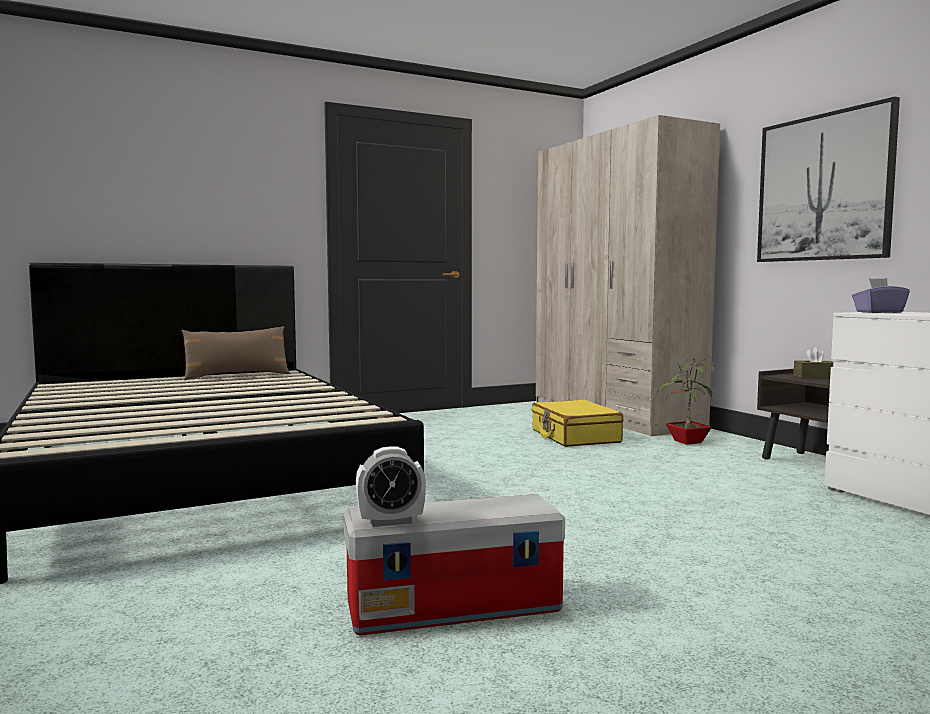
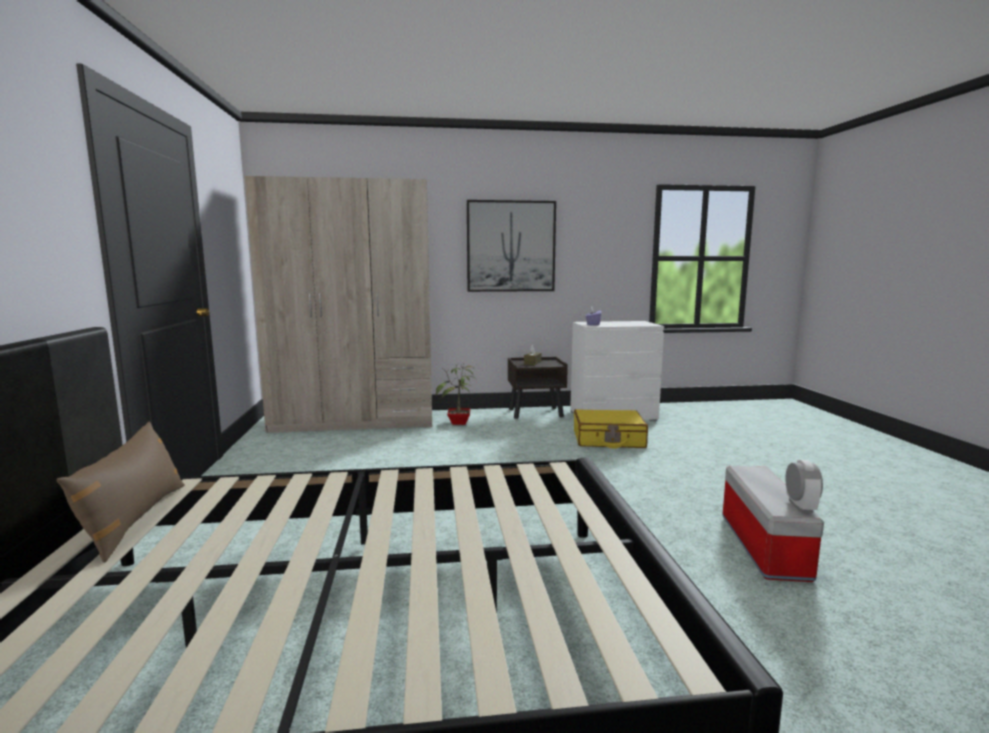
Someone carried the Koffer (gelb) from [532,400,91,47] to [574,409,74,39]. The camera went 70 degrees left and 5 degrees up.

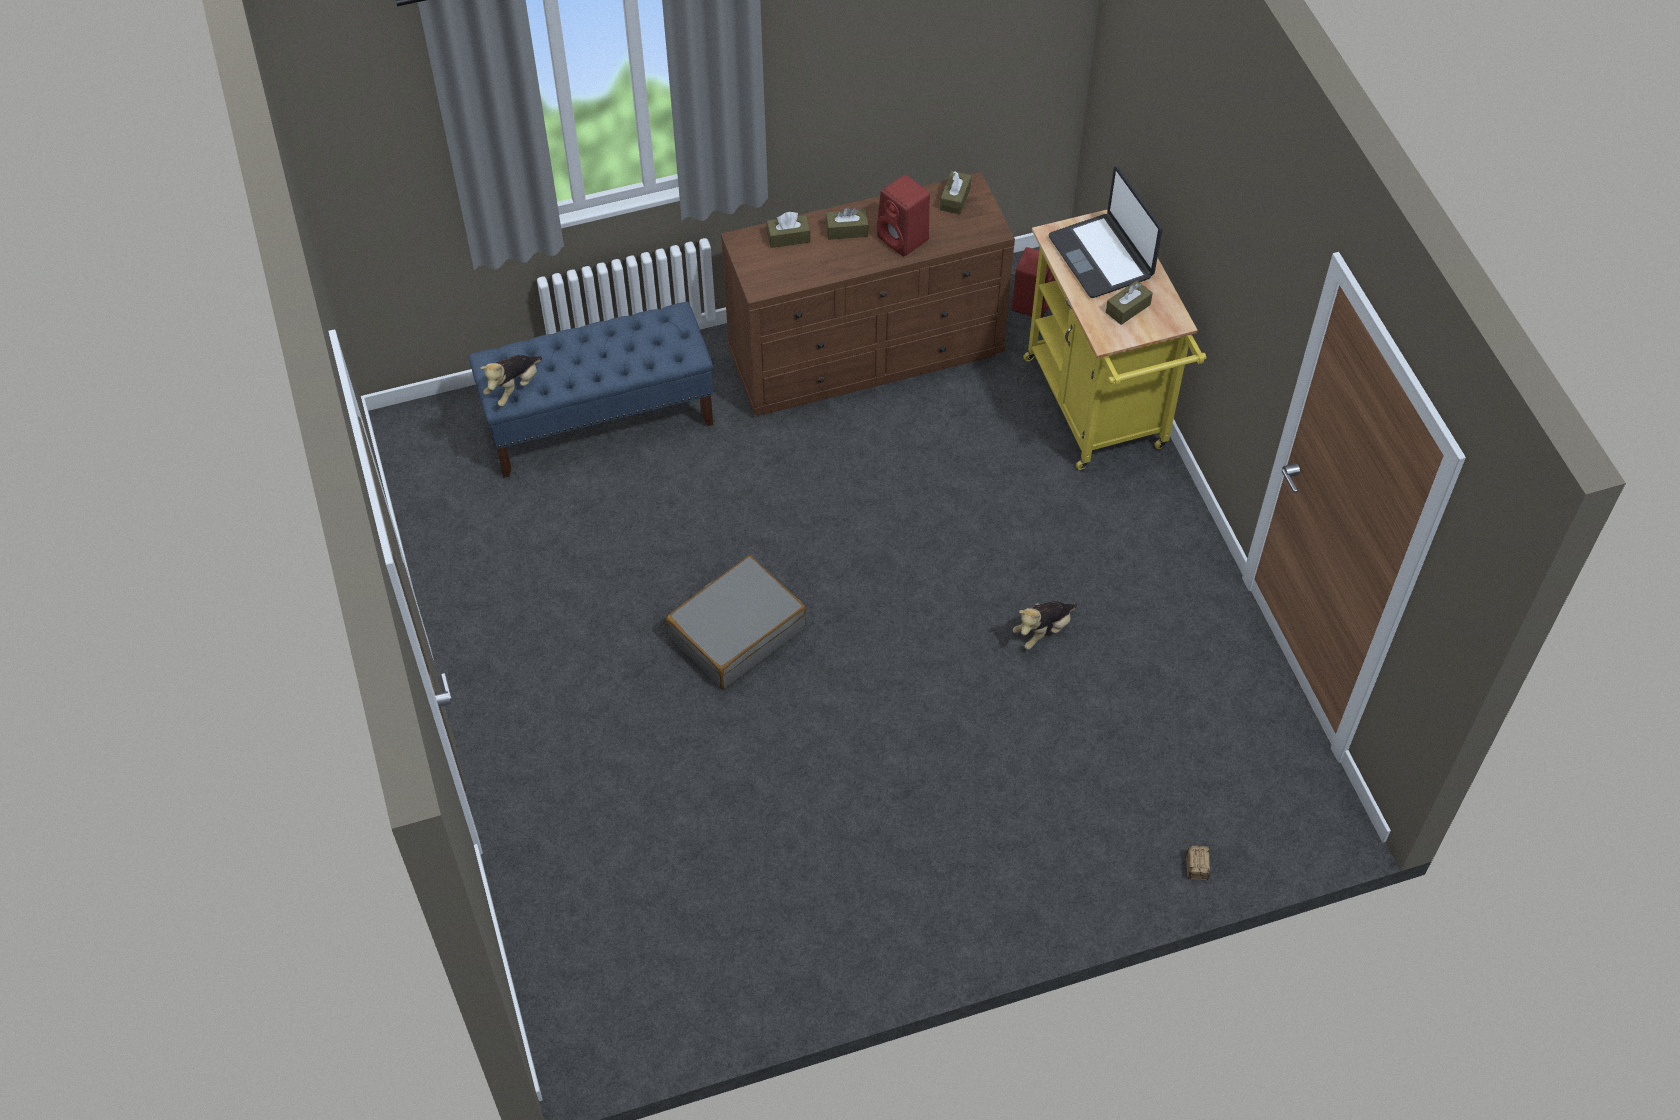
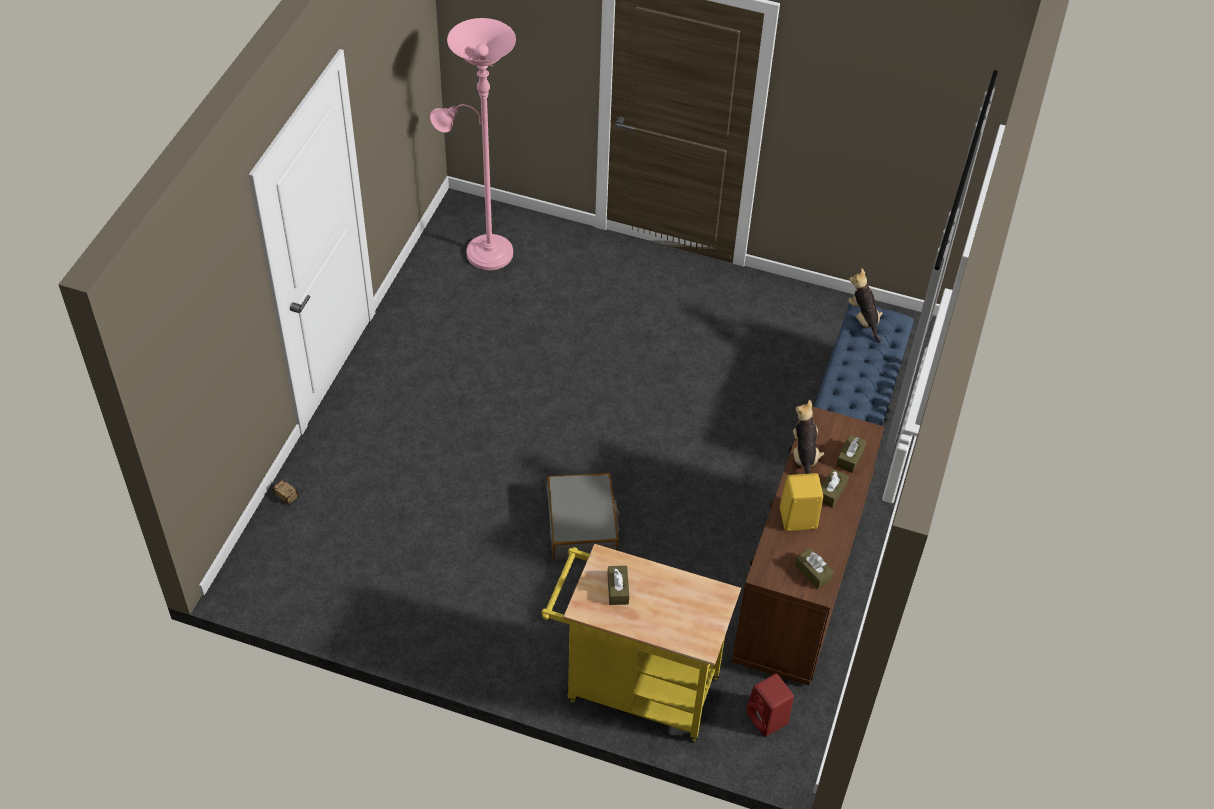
Someone carried the Koffer (grau) from [666,556,140,134] to [547,473,73,87]. Someone repainted the Lautsprecher (rot) at [877,175,53,81], which became the Lautsprecher (gelb) at [780,473,43,58]. Someone carried the Plüschtier from [1013,601,64,49] to [793,400,31,74]. Someone took away the Laptop at [1049,166,113,132]. Someone put down the Stehlampe (rosa) at [430,18,86,252]. The camera went 125 degrees right and 5 degrees down.

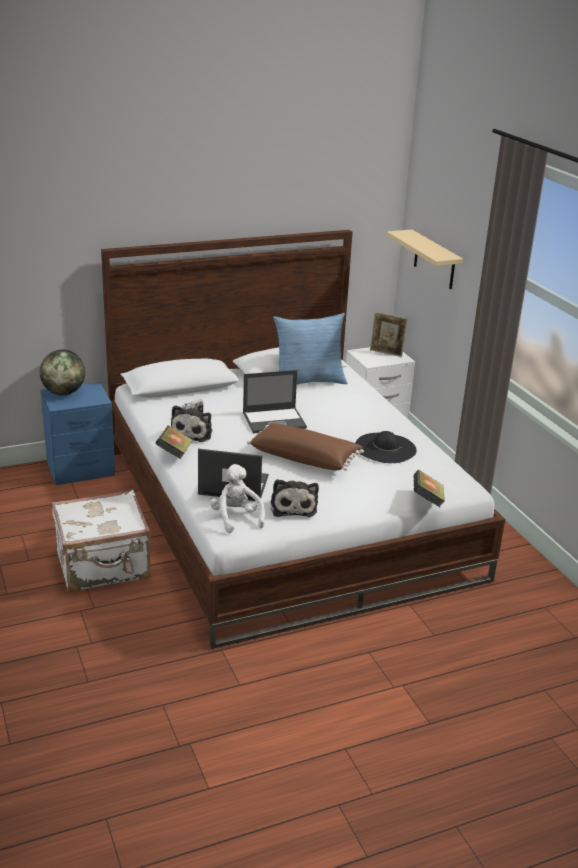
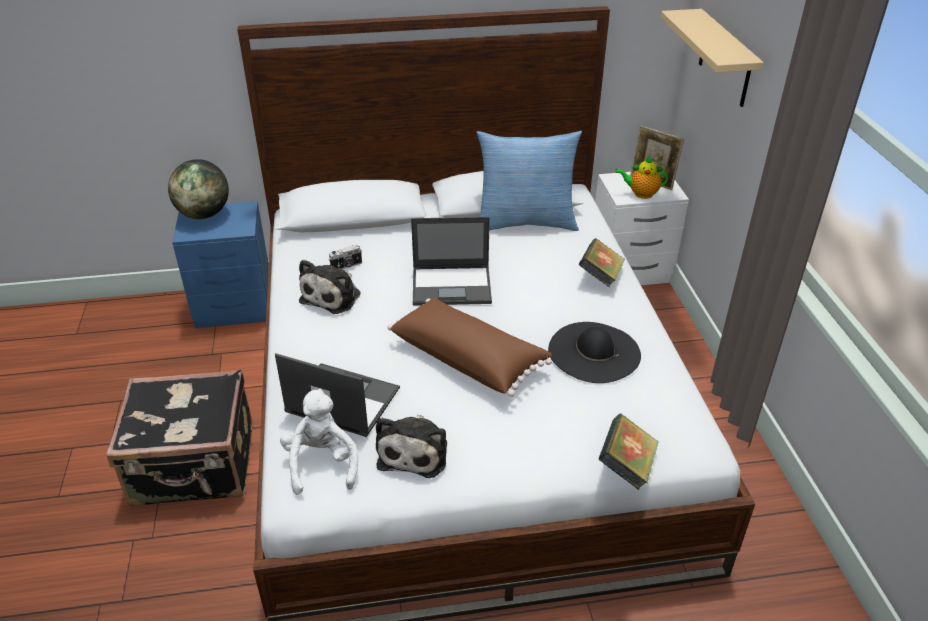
Someone repainted the Koffer (weiß) at [52,490,99,102], which became the Koffer (schwarz) at [106,370,147,137]. Someone carried the Buch from [155,426,38,33] to [579,238,46,49]. Someone put down the Teekanne at [615,156,53,43]. The camera went 15 degrees right and 10 degrees up.

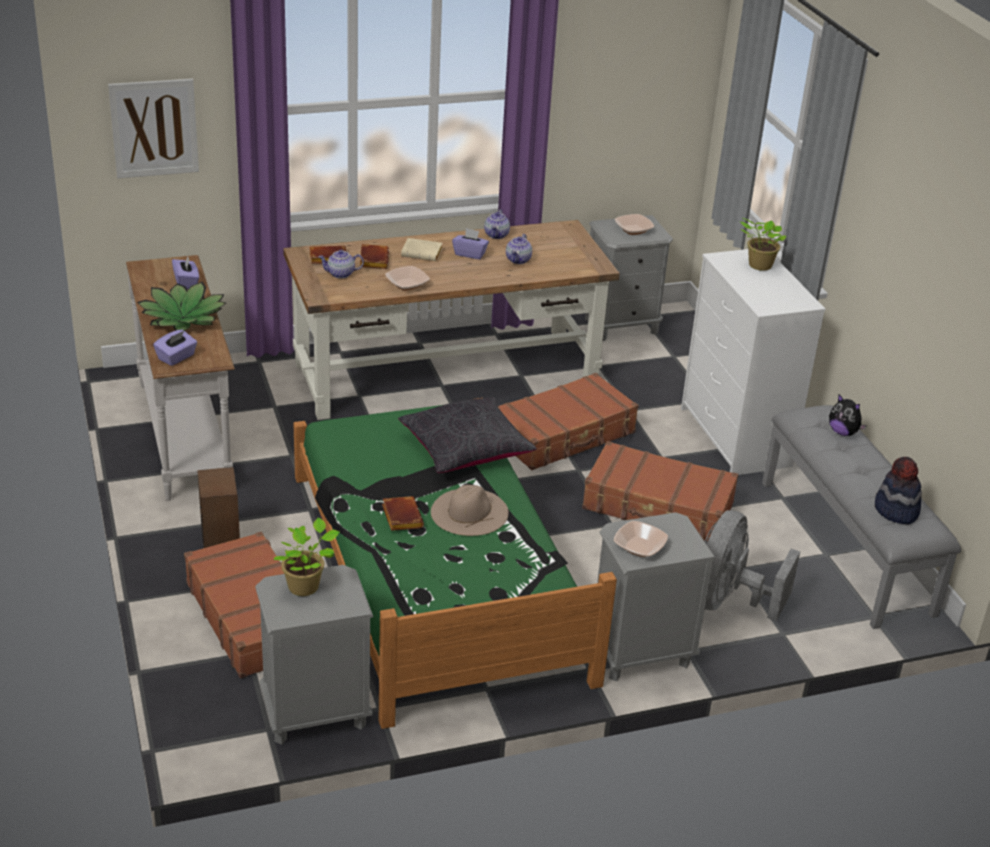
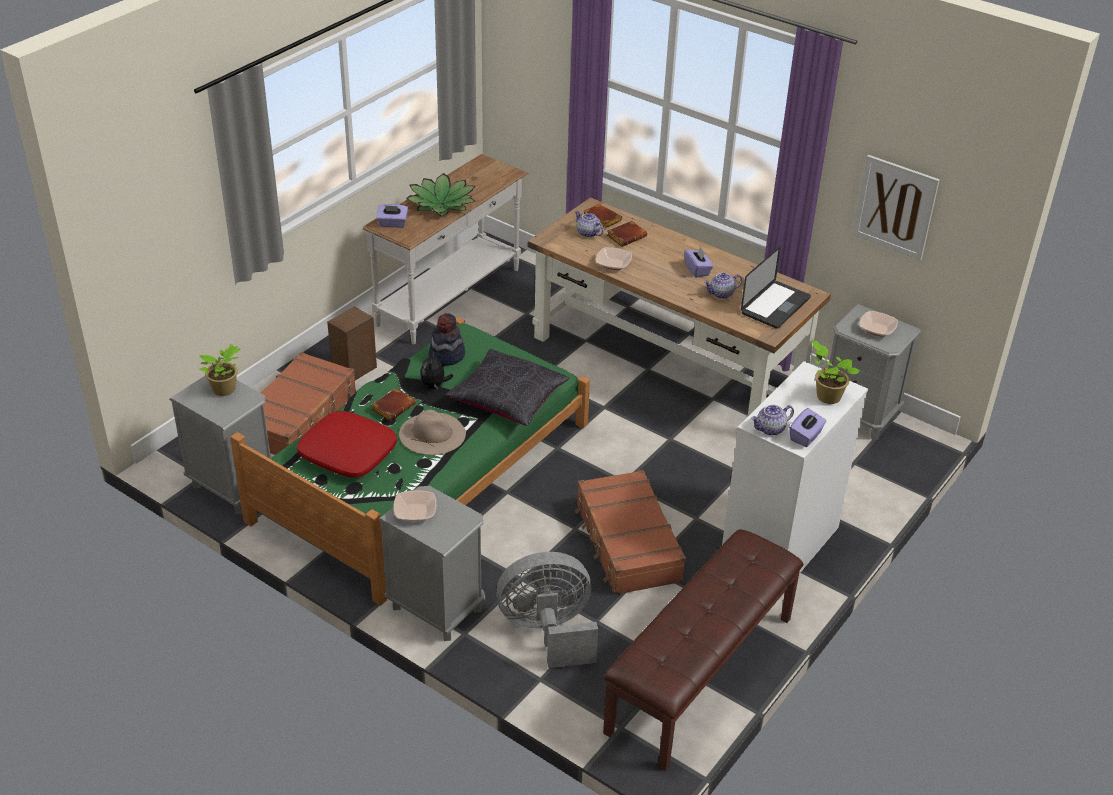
Someone carried the Bild from [108,79,91,100] to [852,155,88,106]. Someone carried the Taschentuchbox (lila) from [172,256,27,33] to [789,408,37,39]. Someone took away the Buch (beige) at [401,238,42,23]. Someone carried the Teekanne from [484,209,26,30] to [751,405,43,31]. Someone took away the Koffer (braun) at [498,373,141,97]. Someone repainted the Bank (grau) at [762,405,199,224], which became the Bank (braun) at [603,529,200,242]. Someone carried the Plüschtier from [829,394,38,42] to [420,351,33,38]. Someone carried the Hut from [875,457,47,67] to [429,313,36,53]. Someone put down the Kissen (rot) at [297,411,100,67]. Someone put down the Laptop at [741,246,70,83]. The camera went 55 degrees right and 5 degrees up.

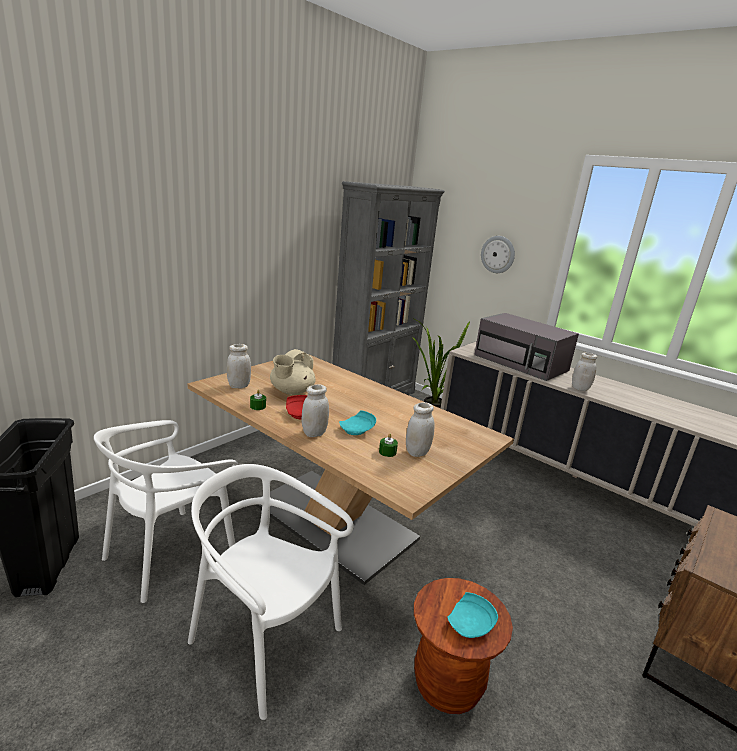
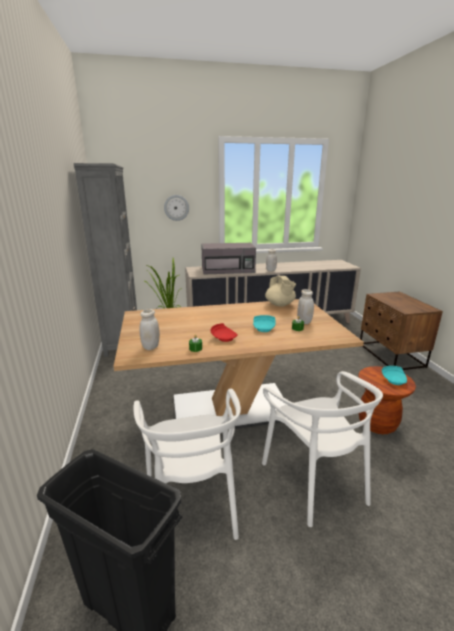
Someone rotated the Stuhl (weiß) at [188,464,165,256] by 90 degrees counterclockwise. Someone carried the Teekanne (beige) from [270,349,45,46] to [265,276,31,30]. Someone took away the Vorratsglas (weiß) at [302,384,27,53]. The camera went 50 degrees left and 0 degrees up.

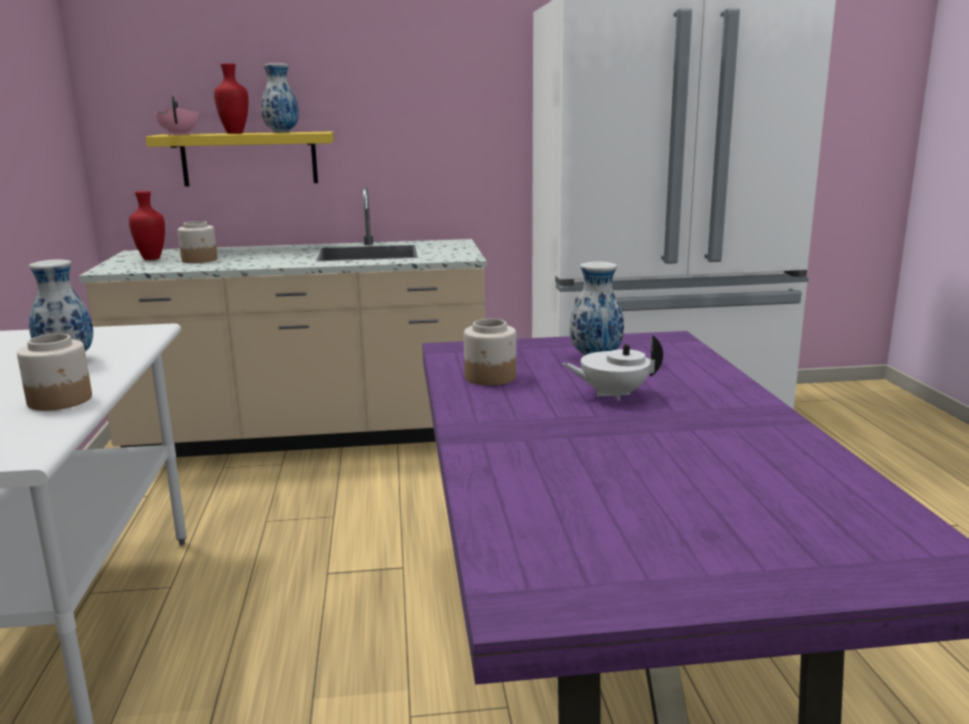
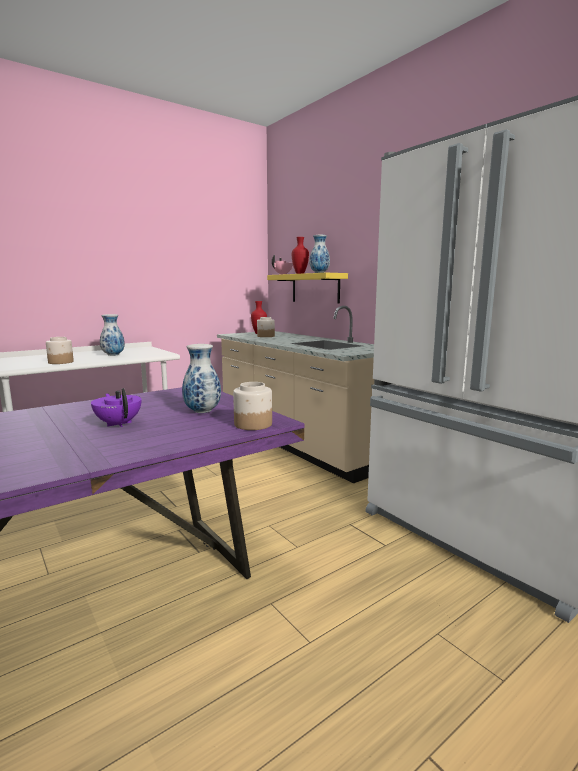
Someone carried the Vorratsglas from [464,319,52,67] to [233,382,39,48]. Someone repainted the Teekanne (weiß) at [562,335,101,66], which became the Teekanne (lila) at [91,388,51,39]. The camera went 60 degrees right and 5 degrees down.

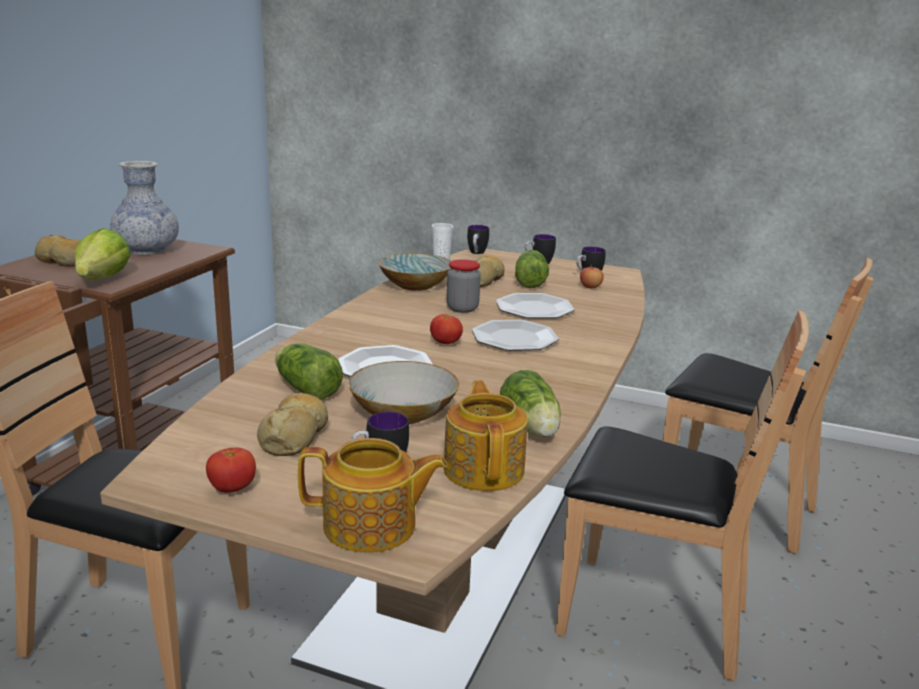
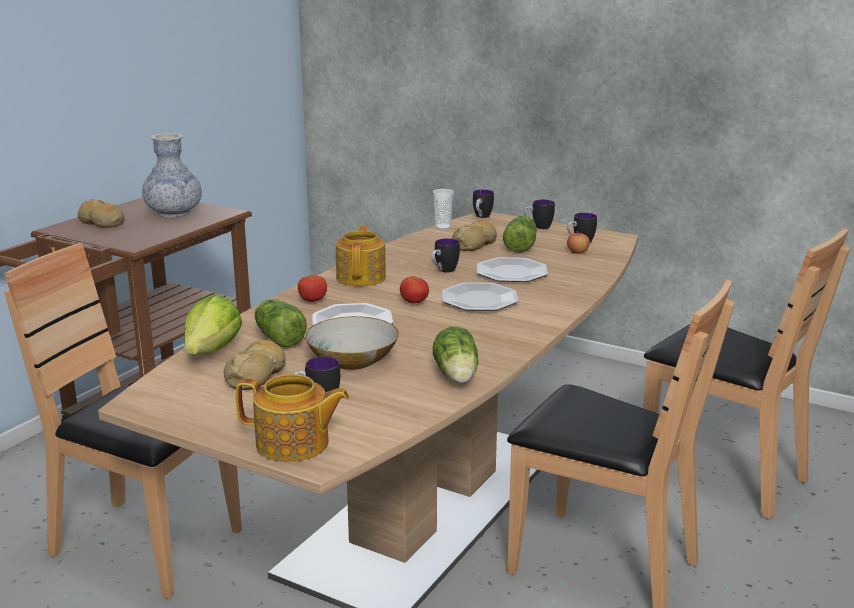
Someone carried the Salatkopf from [75,228,56,52] to [184,294,59,62]. Someone carried the Tomate from [206,448,50,45] to [298,276,29,26]. Someone took away the Schüssel at [378,253,73,38]. Someone carried the Teekanne from [444,380,84,111] to [336,226,50,61]. Someone swapped the Vorratsglas at [447,259,34,54] for the Henkelbecher at [431,238,29,35]. The camera went 10 degrees right and 0 degrees up.

